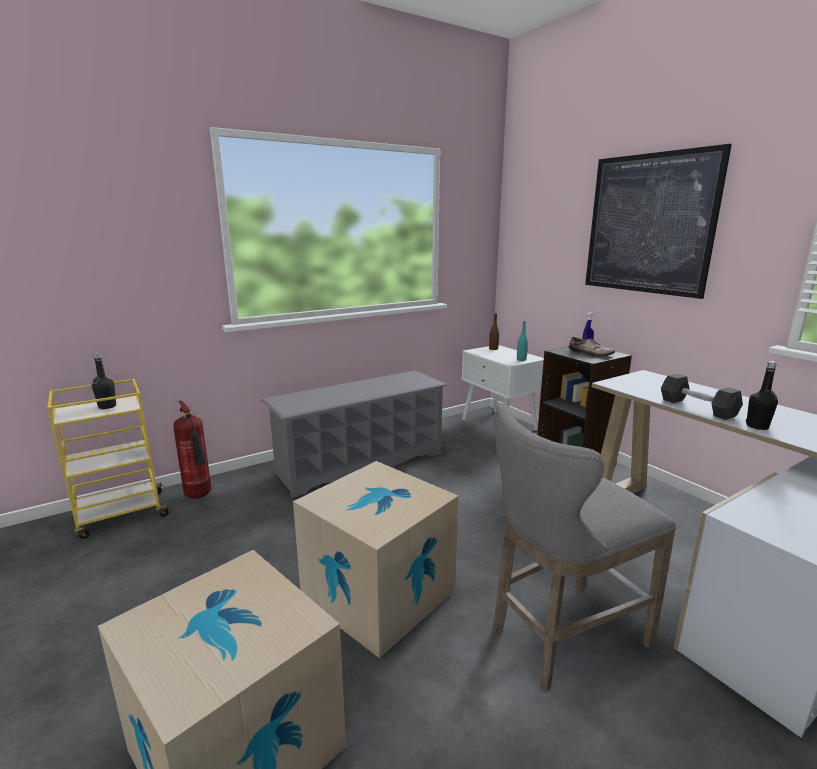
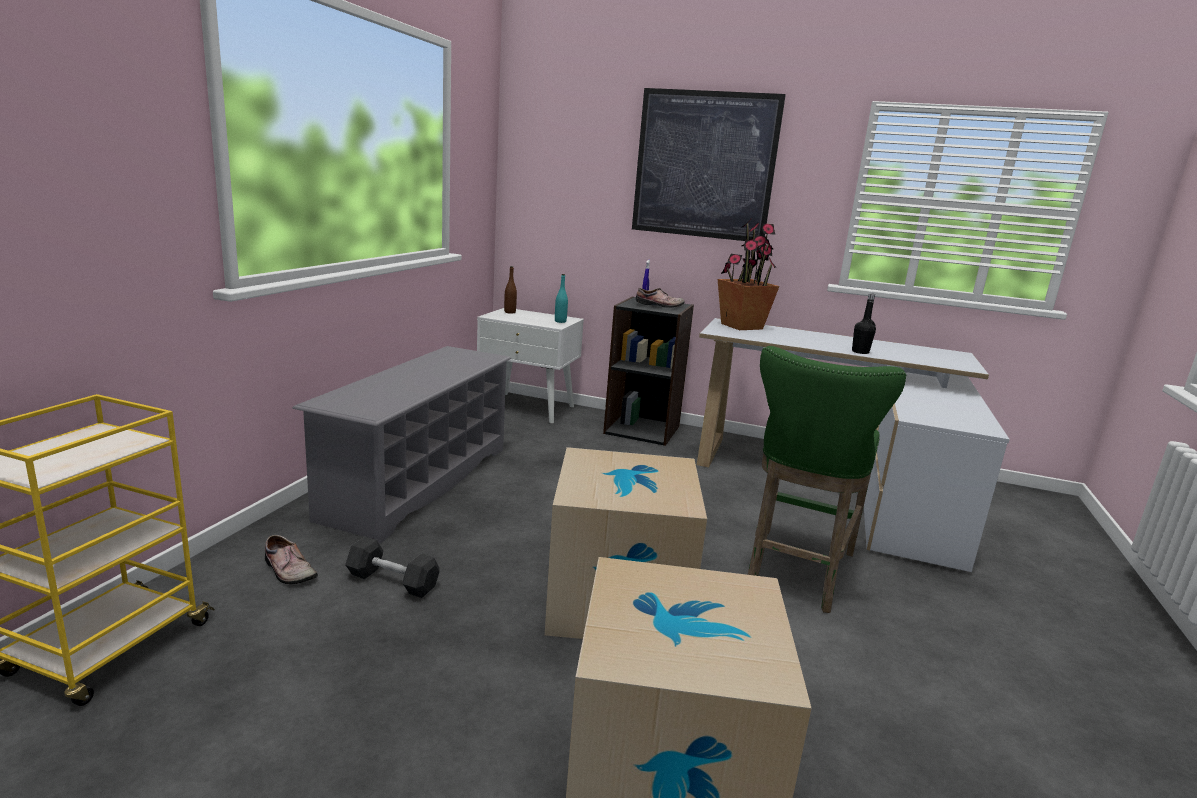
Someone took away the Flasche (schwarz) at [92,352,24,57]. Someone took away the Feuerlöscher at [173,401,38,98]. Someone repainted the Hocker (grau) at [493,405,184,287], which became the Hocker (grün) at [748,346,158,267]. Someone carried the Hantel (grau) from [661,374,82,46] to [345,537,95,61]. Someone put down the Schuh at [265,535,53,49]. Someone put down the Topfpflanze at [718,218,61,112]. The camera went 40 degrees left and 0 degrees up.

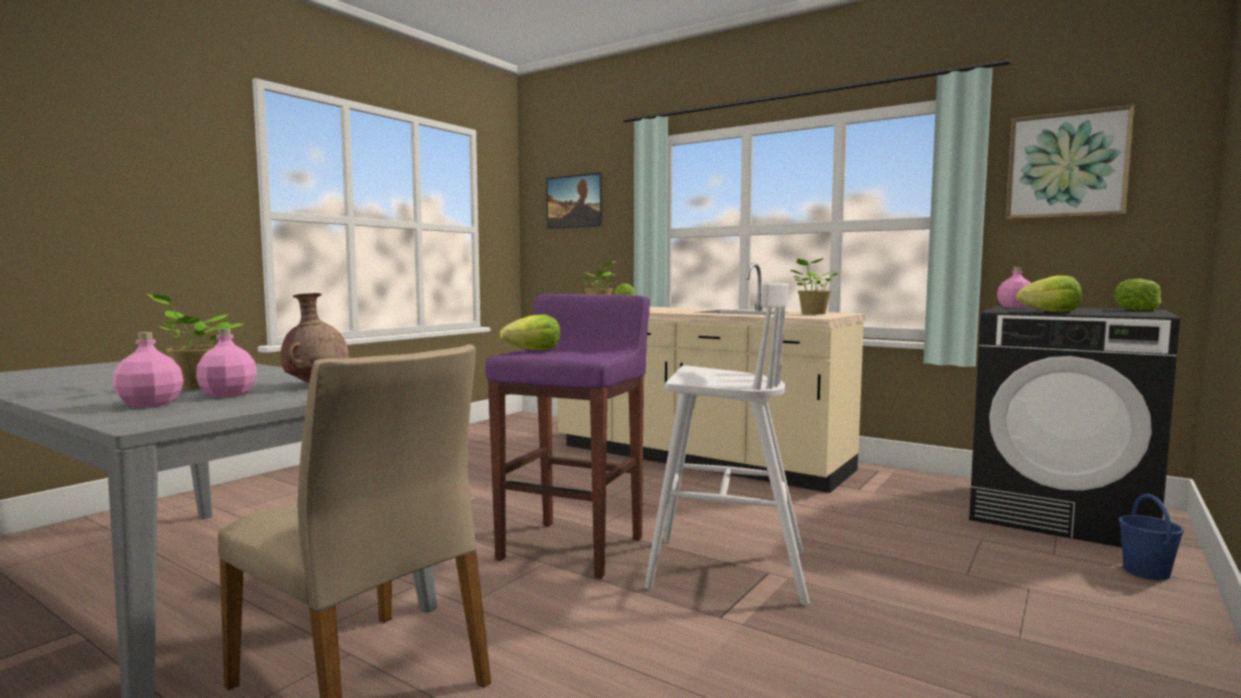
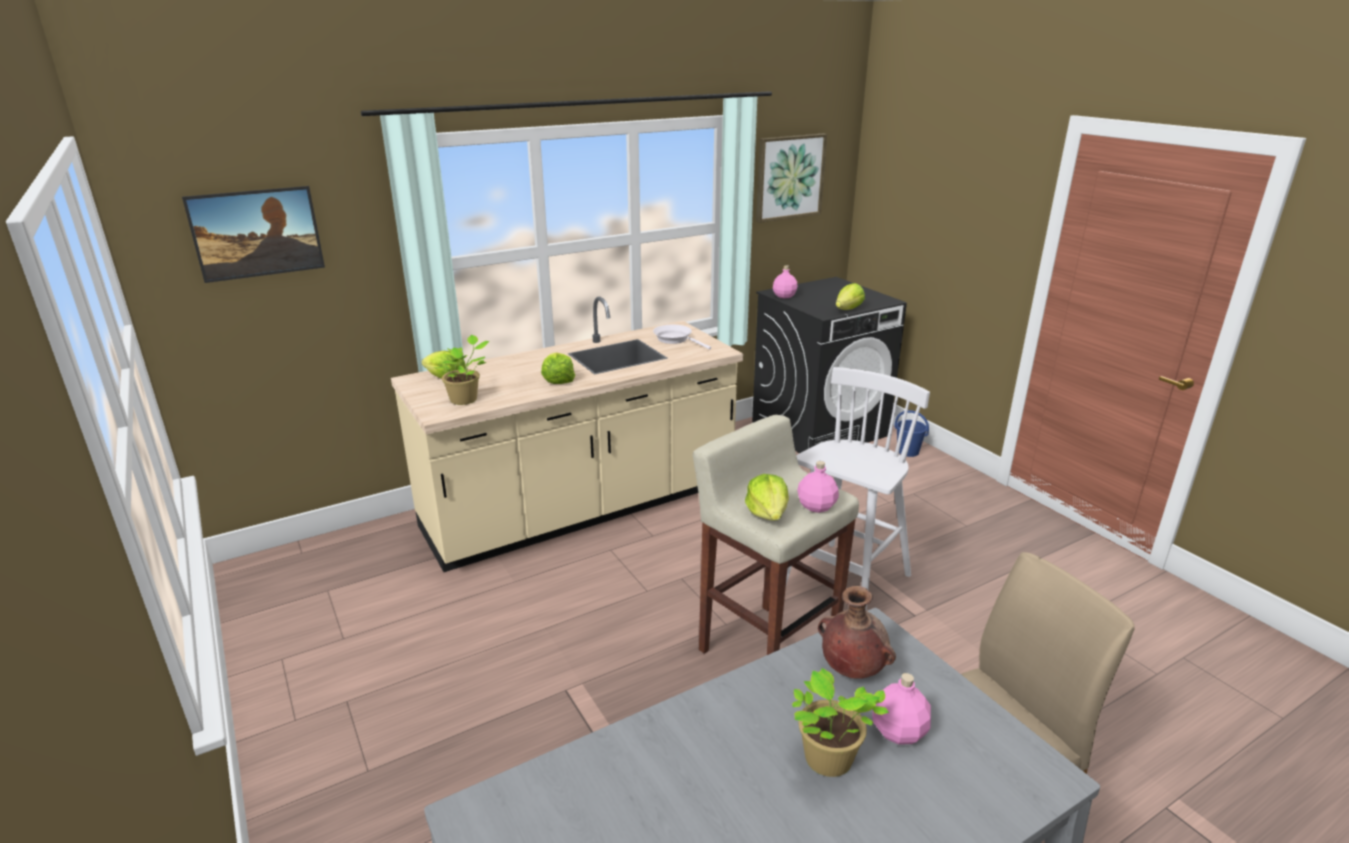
Someone carried the Flasche (rosa) from [113,332,71,76] to [797,461,42,52]. Someone repainted the Hocker (lila) at [485,294,165,285], which became the Hocker (beige) at [693,415,166,240]. Someone swapped the Topfpflanze at [791,258,49,56] for the Pfanne (weiß) at [653,325,58,25]. Someone carried the Salatkopf from [1114,279,47,31] to [541,352,34,32]. The camera went 65 degrees left and 20 degrees up.

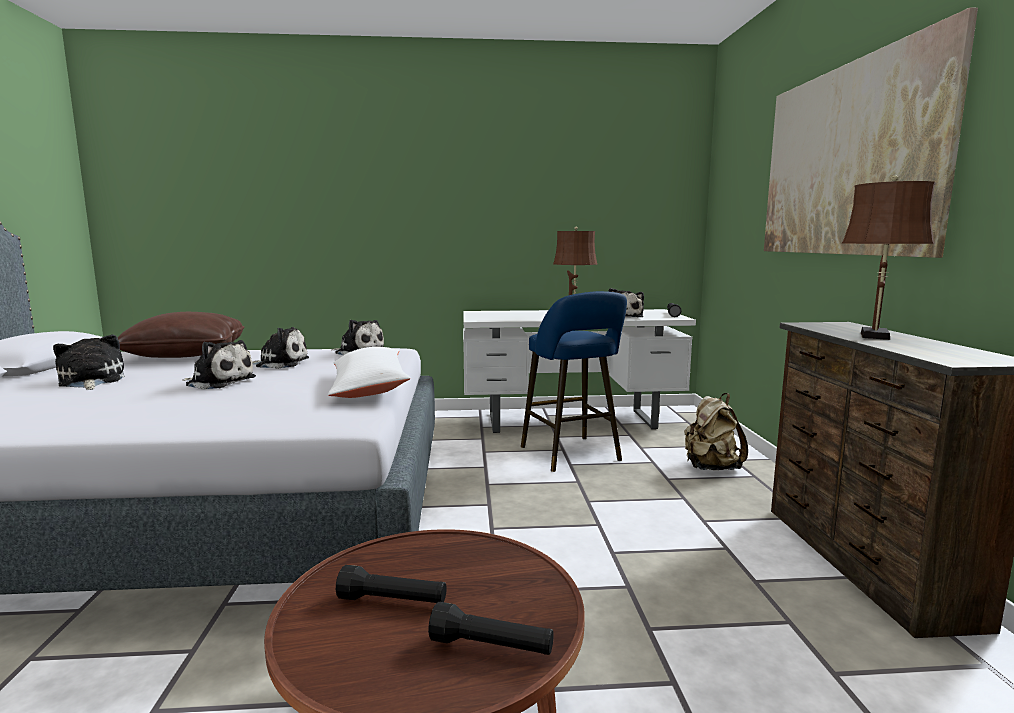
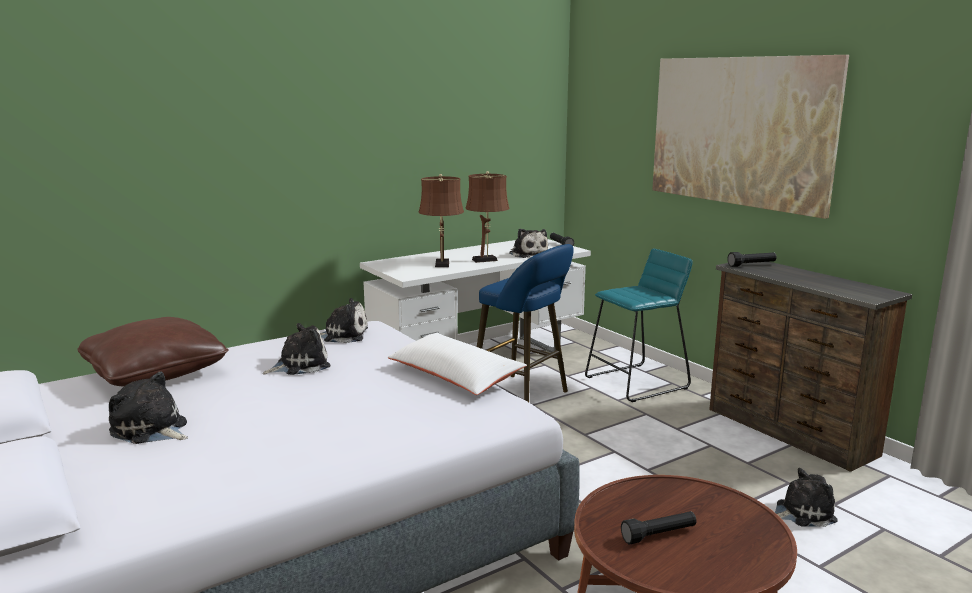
Someone carried the Plüschtier from [182,340,74,49] to [775,468,63,59]. Someone carried the Taschenlampe (schwarz) from [428,602,126,53] to [727,252,50,15]. Someone swapped the Rucksack (beige) at [684,393,64,77] for the Hocker (türkis) at [585,249,107,153]. Someone carried the Tischlampe (braun) from [842,175,93,165] to [419,174,45,93]. The camera went 30 degrees left and 5 degrees up.

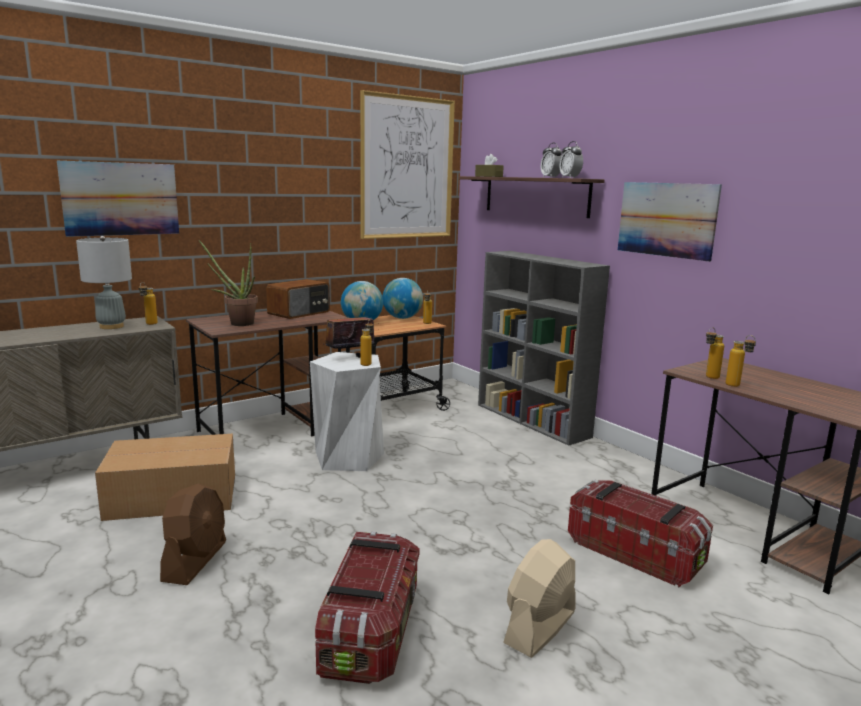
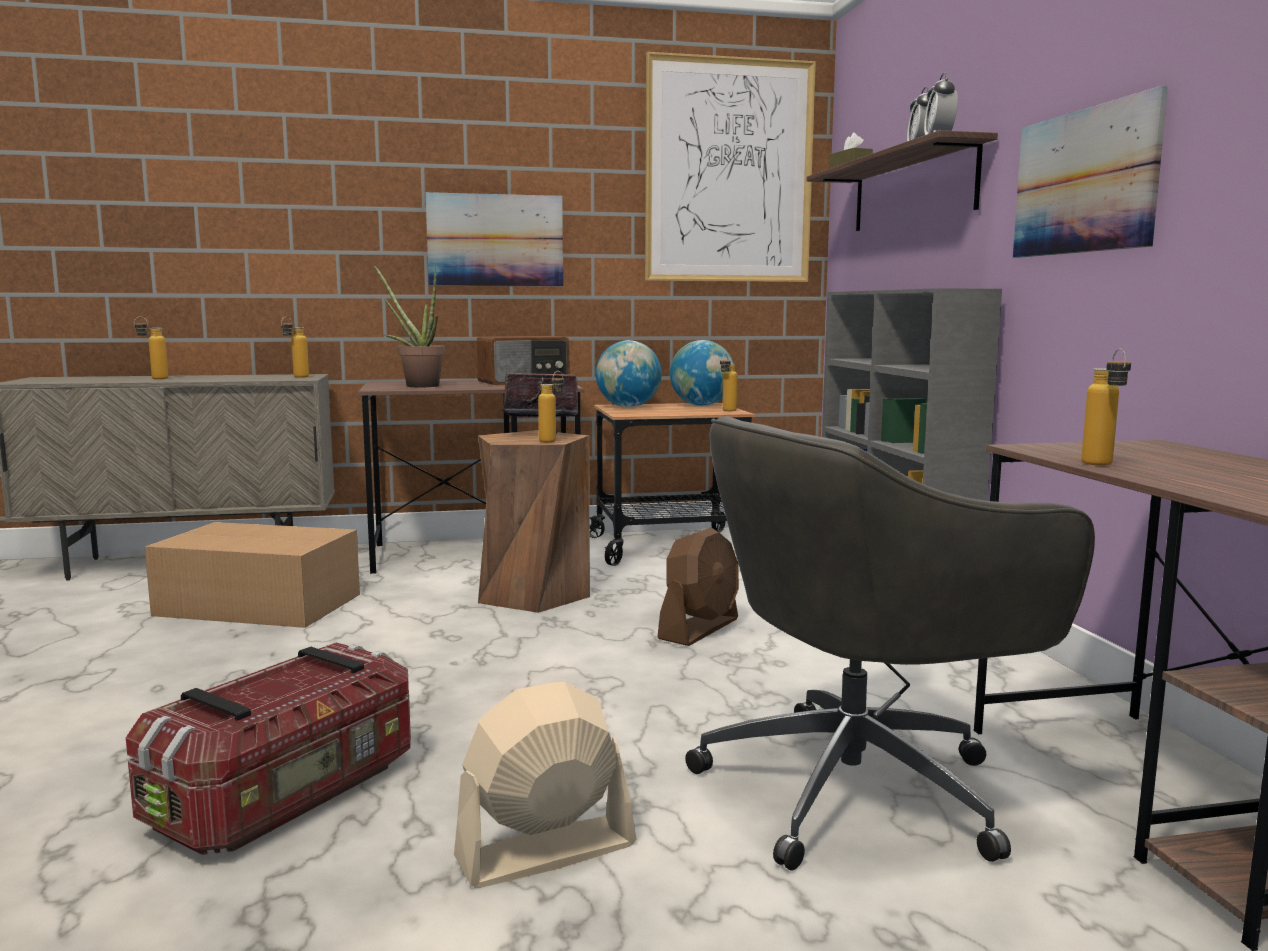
Someone carried the Bild from [57,161,122,76] to [426,192,137,95]. Someone took away the Tischlampe (grau) at [76,236,56,93]. Someone carried the Ventilator (braun) from [160,484,66,101] to [657,527,82,119]. Someone repainted the Hocker (weiß) at [310,352,74,119], which became the Hocker (braun) at [478,430,112,183]. Someone swapped the Aufbewahrungsbox at [568,480,145,107] for the Bürostuhl (grau) at [685,416,410,455]. Someone carried the Flasche from [706,327,18,52] to [134,317,35,62]. The camera went 25 degrees right and 5 degrees down.

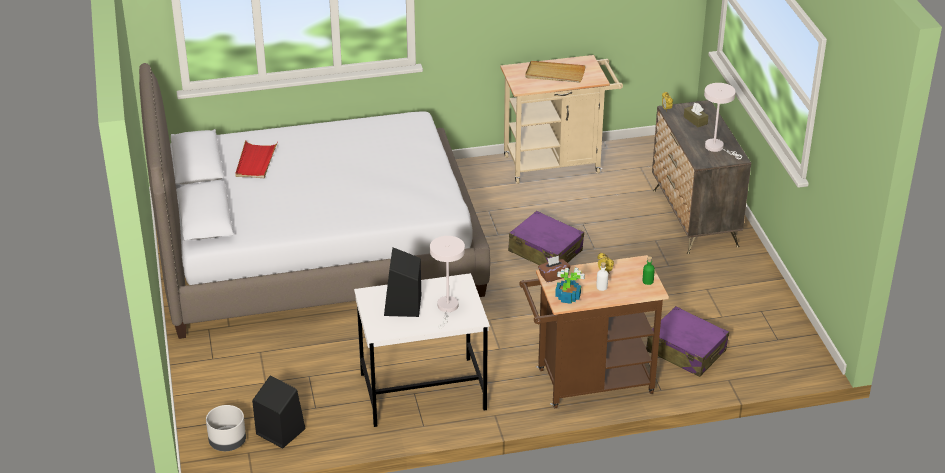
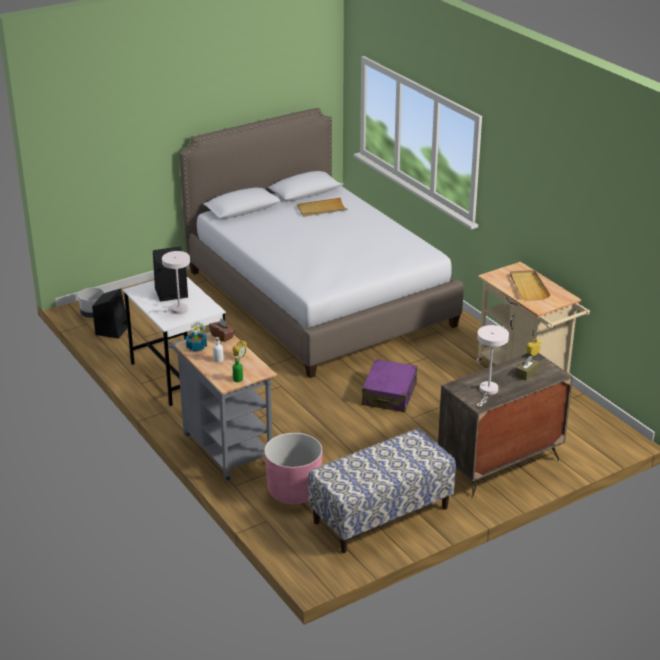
Someone repainted the Tablett (rot) at [235,140,43,38], which became the Tablett (beige) at [297,198,51,19]. Someone repainted the Rollwagen (braun) at [519,255,150,153], which became the Rollwagen (grau) at [168,332,109,150]. Someone swapped the Koffer (lila) at [646,306,83,71] for the Pflanzkübel (rosa) at [264,433,59,71]. Someone put down the Bank at [308,429,148,124]. The camera went 70 degrees right and 5 degrees down.

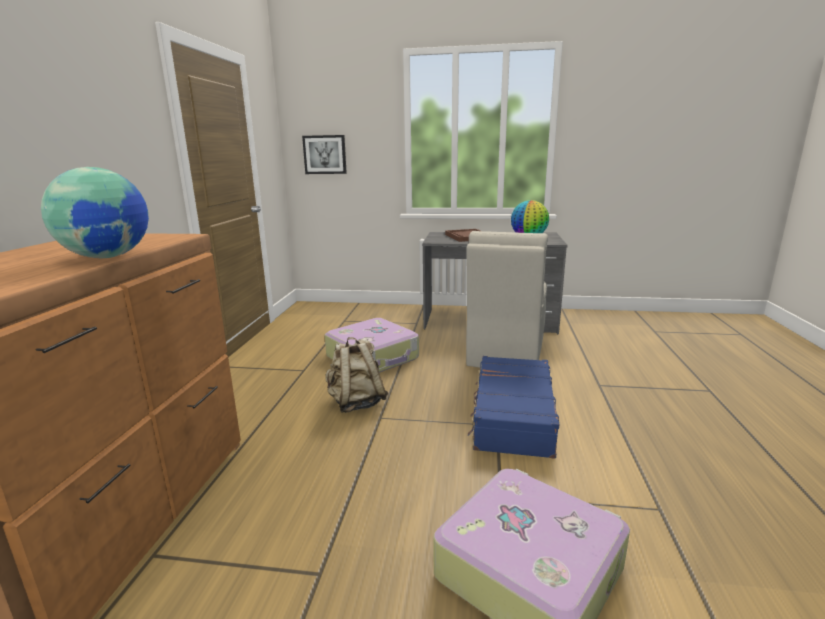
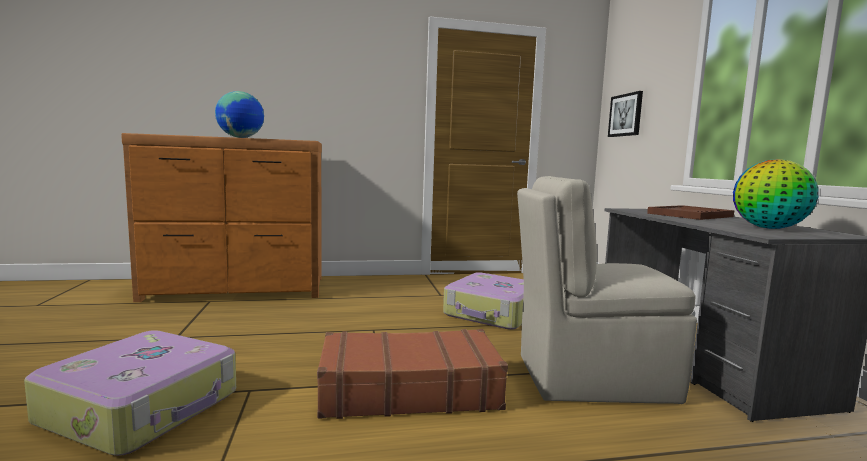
Someone took away the Rucksack (beige) at [325,337,64,76]. Someone repainted the Koffer (blau) at [468,356,91,103], which became the Koffer (braun) at [317,329,191,90]. The camera went 70 degrees right and 10 degrees down.

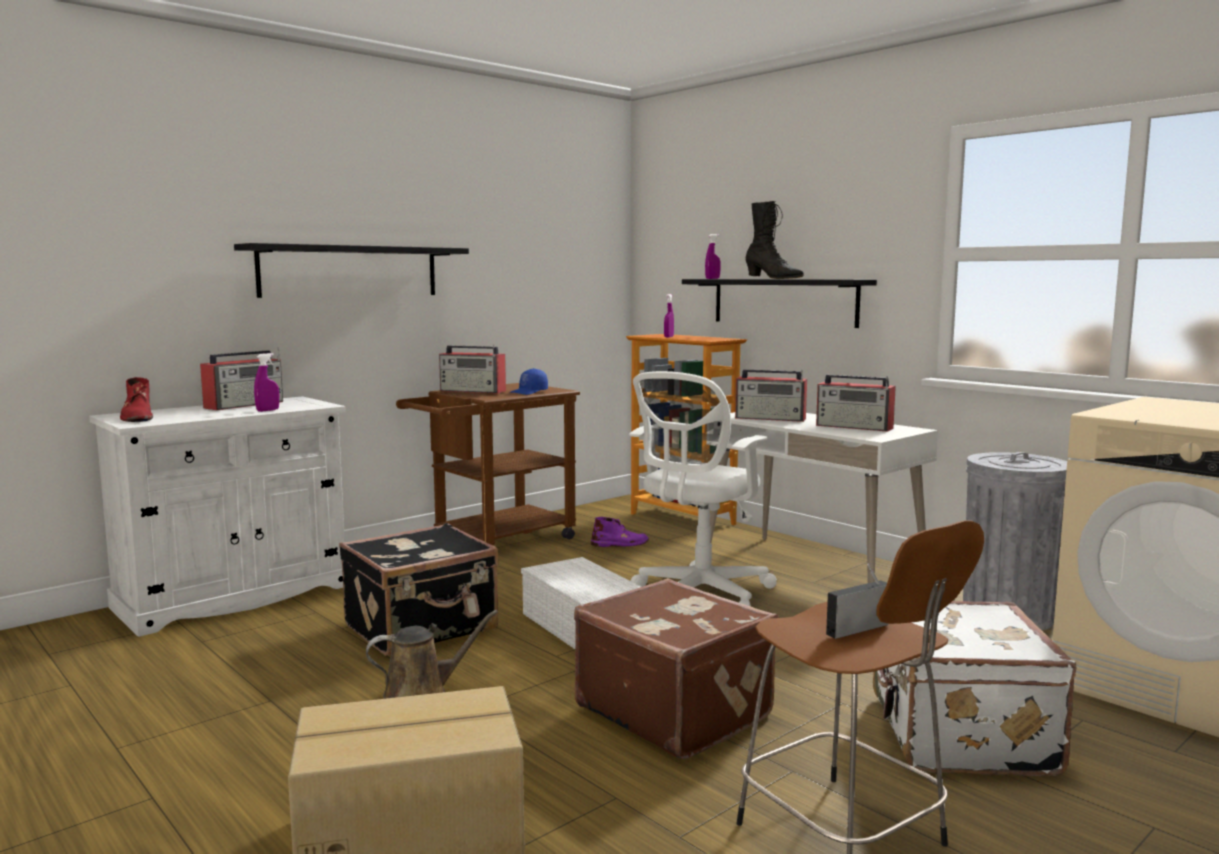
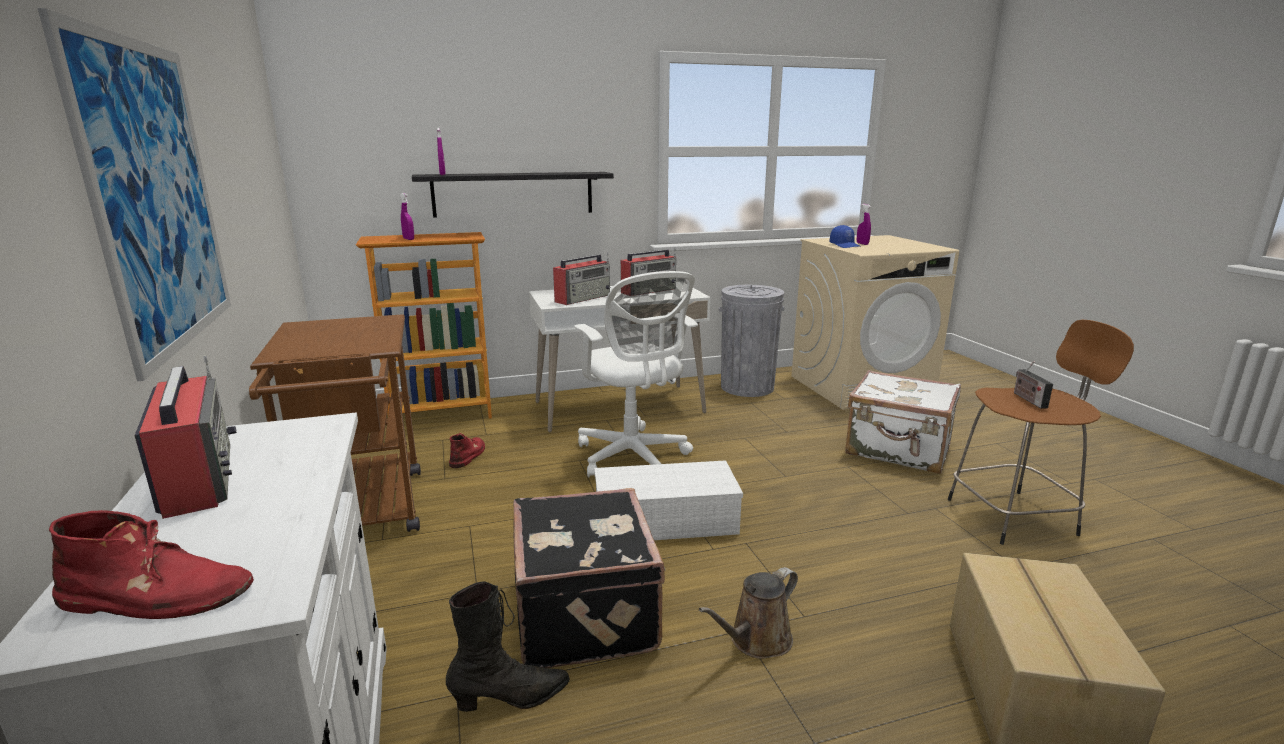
Someone swapped the Wandregal (schwarz) at [234,243,235,55] for the Bild at [38,8,193,373]. Someone carried the Sprühflasche (lila) from [254,353,25,59] to [857,204,14,41]. Someone rotated the Gießkanne (braun) at [366,610,132,89] by 135 degrees counterclockwise. Someone took away the Radio at [439,345,67,48]. Someone carried the Kappe (blau) from [510,368,38,27] to [830,225,31,23]. Someone took away the Koffer (braun) at [574,578,205,182]. Someone repainted the Stiefel (lila) at [591,517,58,30], which became the Stiefel (rot) at [449,433,36,35]. Someone carried the Stiefel (schwarz) from [745,201,59,78] to [446,581,124,131]. The camera went 65 degrees left and 10 degrees up.

